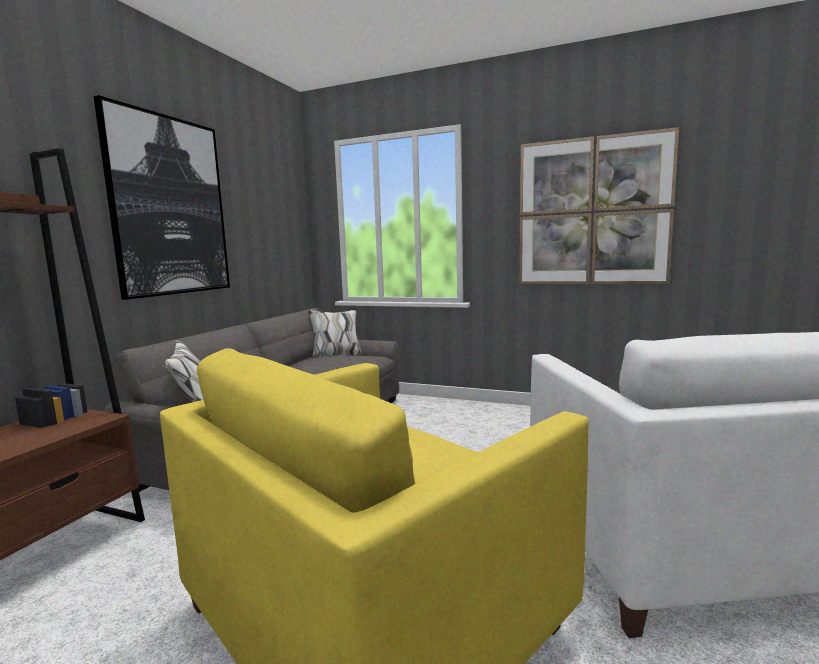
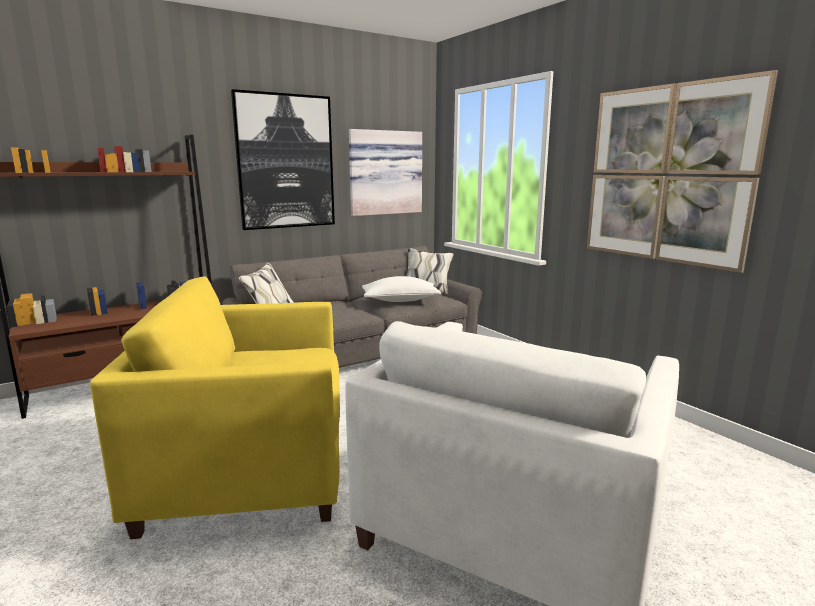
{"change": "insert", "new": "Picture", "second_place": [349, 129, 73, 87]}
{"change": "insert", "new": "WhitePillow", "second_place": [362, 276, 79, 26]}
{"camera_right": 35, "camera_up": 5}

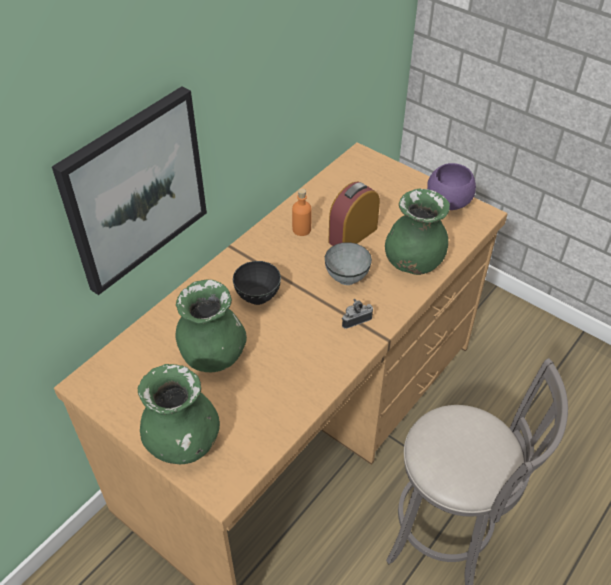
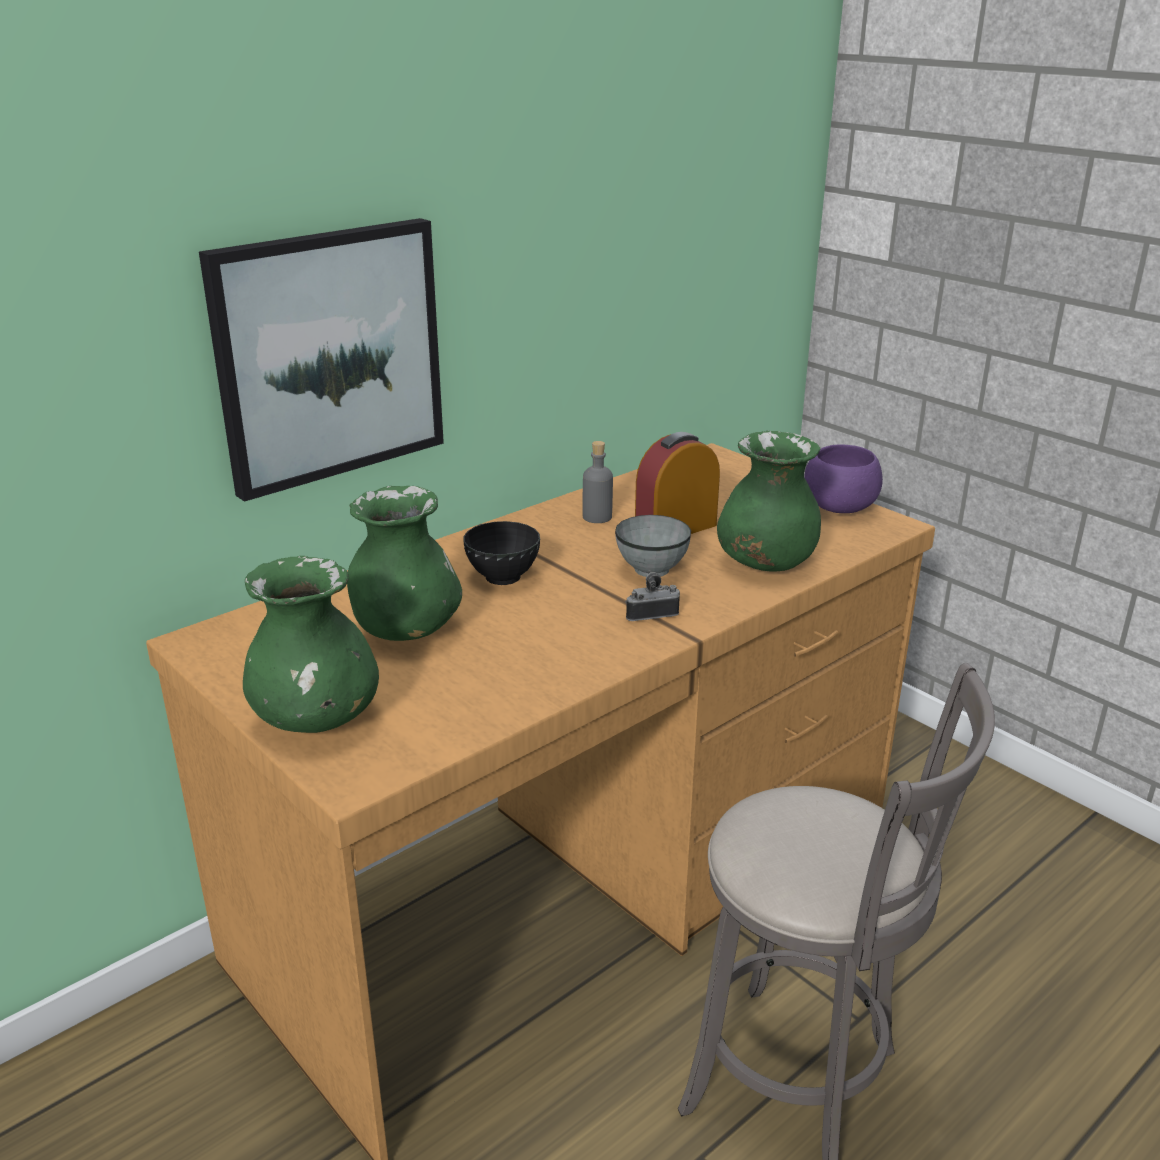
{"change": "recolor", "old": "OrangeBottle", "new": "GreyBottle", "first_place": [292, 188, 20, 48], "second_place": [582, 441, 31, 82]}
{"camera_right": 10, "camera_up": -20}

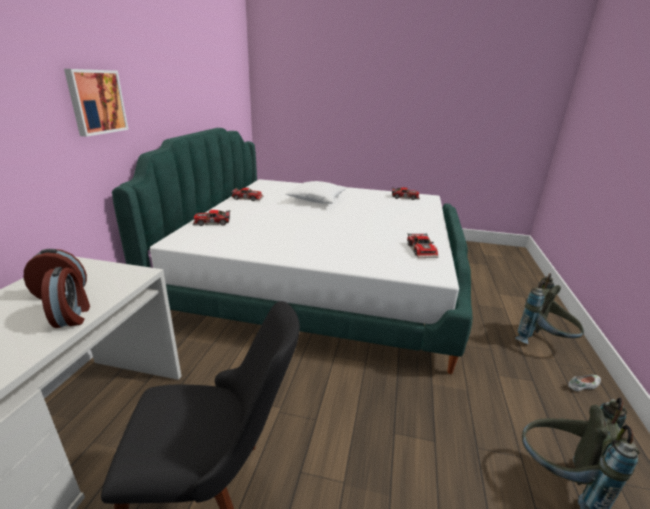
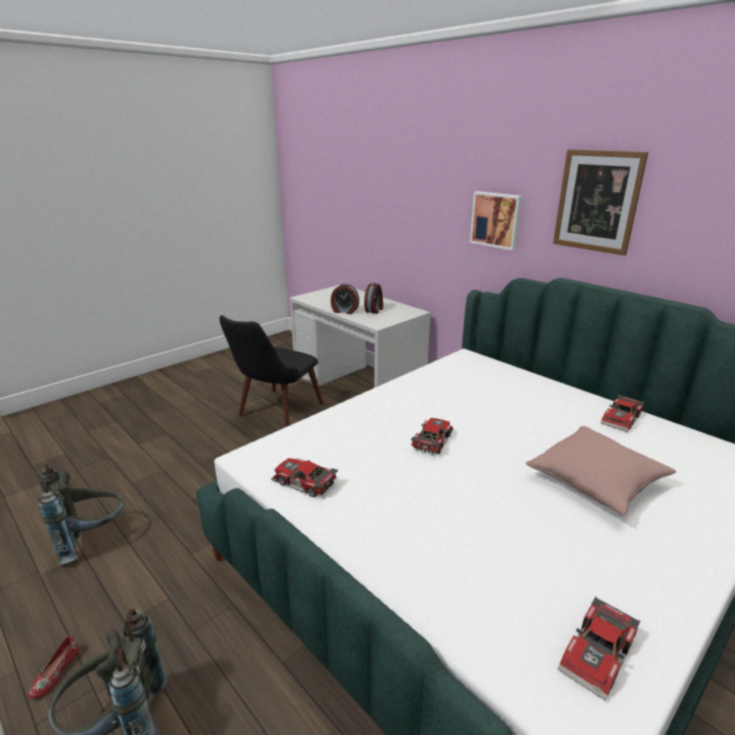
{"change": "move", "old": "ToyCar", "first_place": [193, 210, 37, 16], "second_place": [411, 418, 42, 36]}
{"change": "recolor", "old": "WhitePillow", "new": "PinkPillow", "first_place": [285, 181, 61, 23], "second_place": [526, 426, 150, 90]}
{"change": "recolor", "old": "WhiteShoe", "new": "RedShoe", "first_place": [568, 375, 33, 16], "second_place": [28, 636, 51, 63]}
{"change": "insert", "new": "Picture", "second_place": [553, 149, 95, 107]}
{"camera_right": 125, "camera_up": 0}

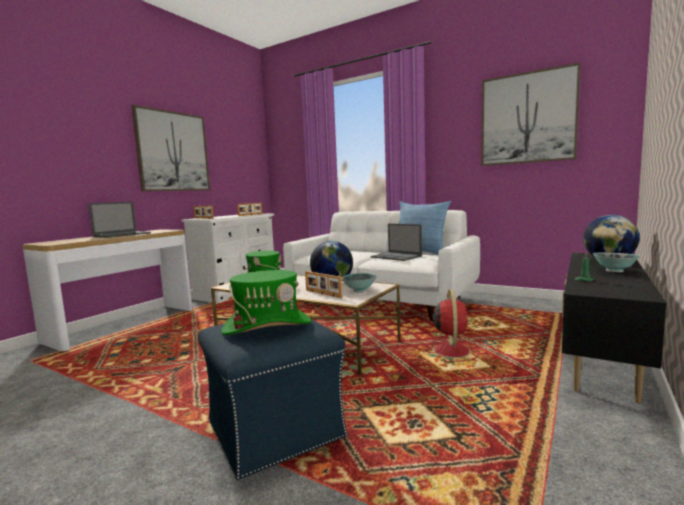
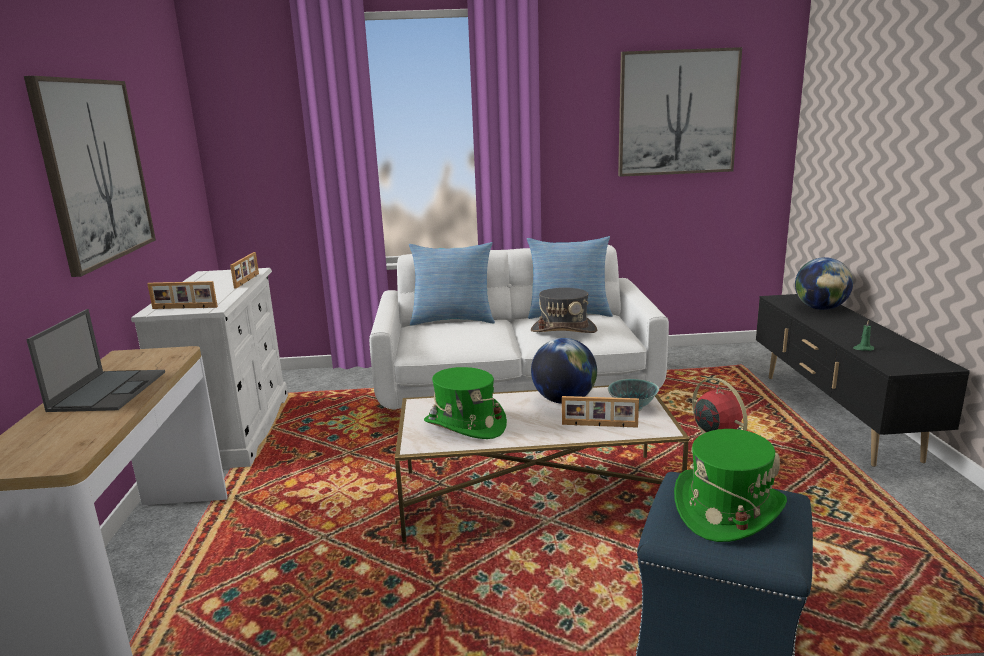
{"change": "replace", "old": "Laptop", "new": "GreyHat", "first_place": [371, 224, 51, 37], "second_place": [531, 288, 66, 45]}
{"change": "delete", "old": "Bowl", "first_place": [593, 253, 47, 19]}
{"change": "insert", "new": "Pillow", "second_place": [409, 242, 86, 83]}
{"camera_right": -35, "camera_up": 10}

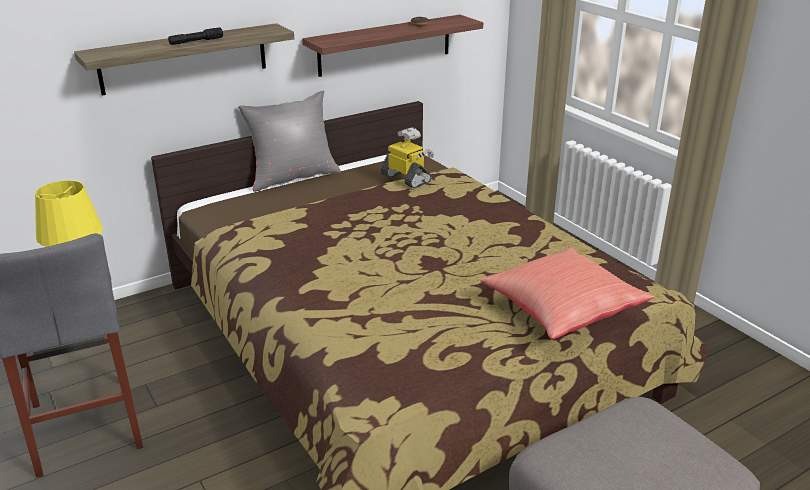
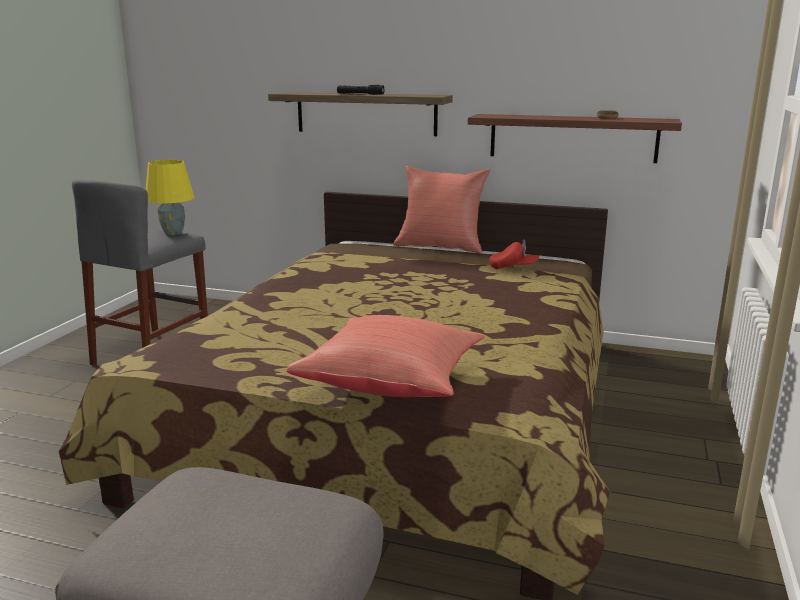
{"change": "recolor", "old": "GreyPillow", "new": "RedPillow", "first_place": [238, 91, 103, 101], "second_place": [393, 166, 97, 88]}
{"change": "replace", "old": "ToyRobot", "new": "RedCap", "first_place": [381, 128, 53, 60], "second_place": [489, 240, 50, 29]}
{"camera_right": 50, "camera_up": -10}

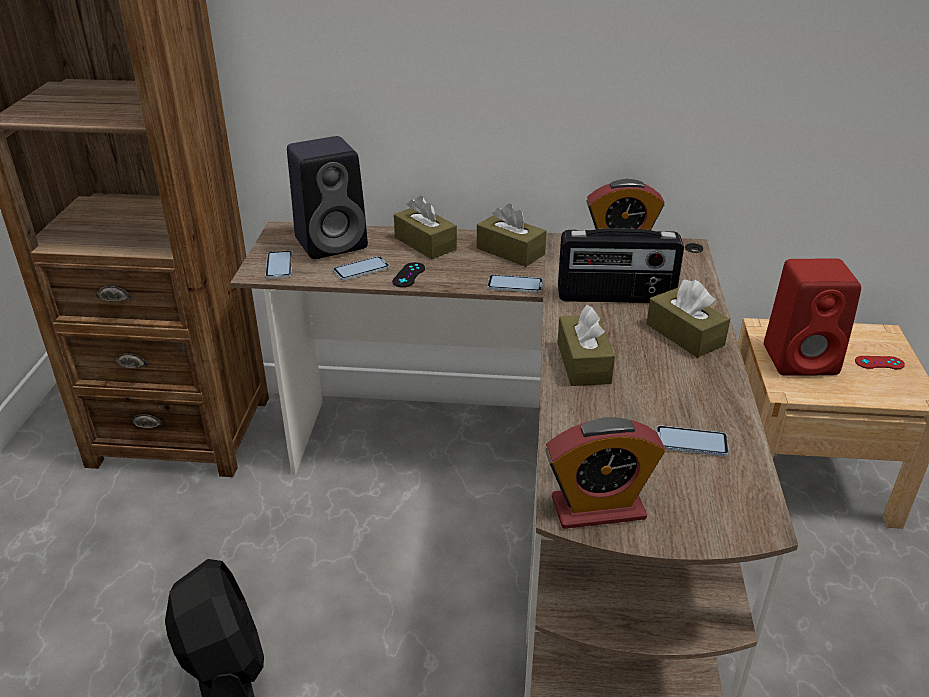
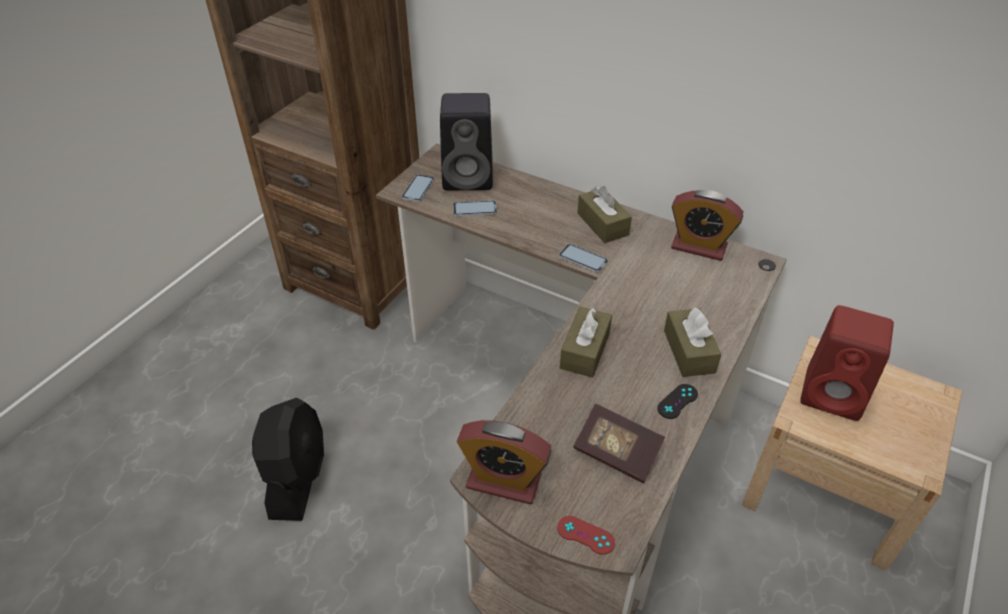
{"change": "move", "old": "BlackGameController", "first_place": [392, 262, 33, 25], "second_place": [657, 384, 41, 35]}
{"change": "delete", "old": "BrownTissueBox", "first_place": [394, 196, 63, 63]}
{"change": "delete", "old": "Radio", "first_place": [558, 228, 126, 75]}
{"change": "replace", "old": "Phone", "new": "Book", "first_place": [656, 425, 73, 31], "second_place": [573, 403, 92, 80]}
{"change": "move", "old": "RedGameController", "first_place": [855, 356, 50, 13], "second_place": [557, 516, 58, 39]}
{"camera_right": 25, "camera_up": 10}

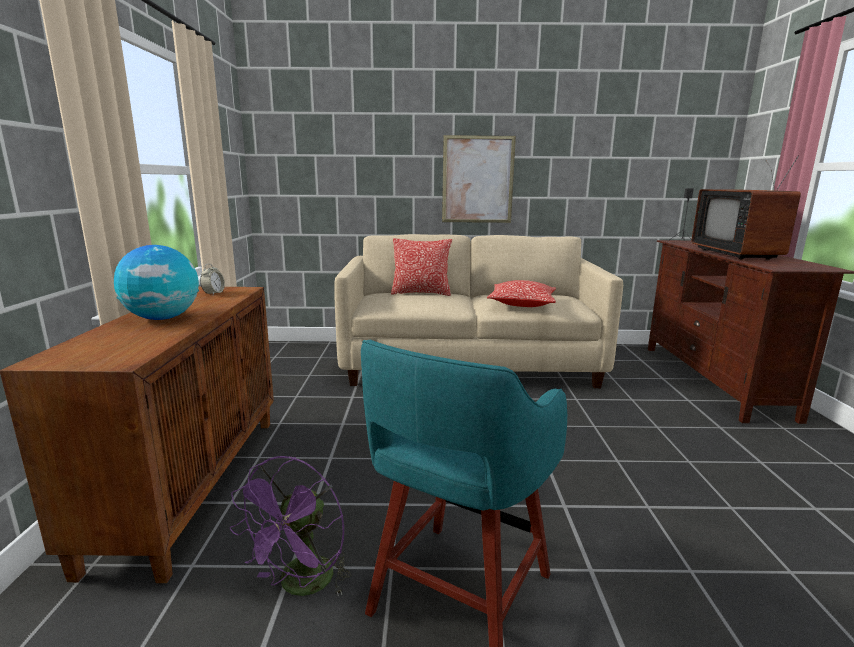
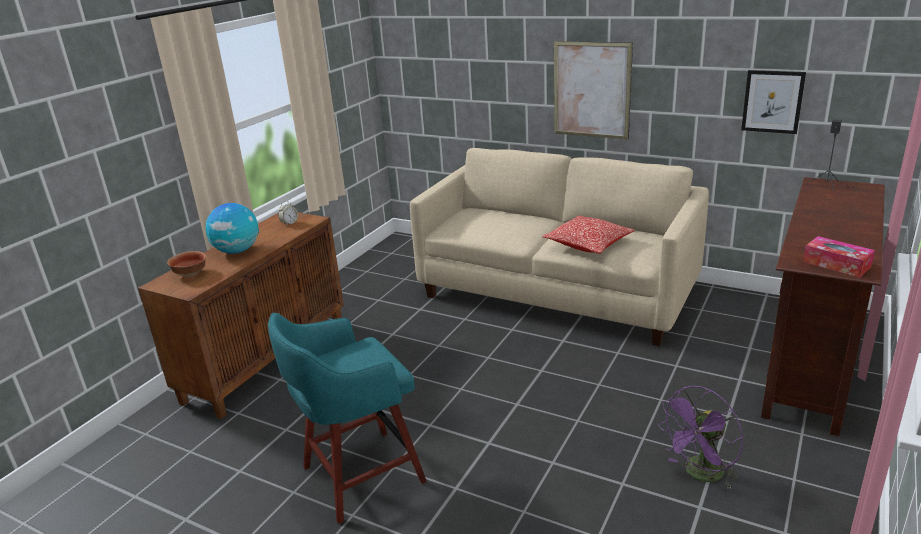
{"change": "move", "old": "PurpleFan", "first_place": [230, 456, 121, 141], "second_place": [658, 386, 85, 103]}
{"change": "delete", "old": "Pillow", "first_place": [391, 238, 61, 58]}
{"change": "delete", "old": "Television", "first_place": [691, 155, 110, 105]}
{"change": "insert", "new": "Bowl", "second_place": [167, 251, 39, 26]}
{"change": "insert", "new": "Picture", "second_place": [741, 70, 65, 64]}
{"change": "insert", "new": "TissueBox", "second_place": [803, 236, 72, 42]}
{"camera_right": 30, "camera_up": 10}

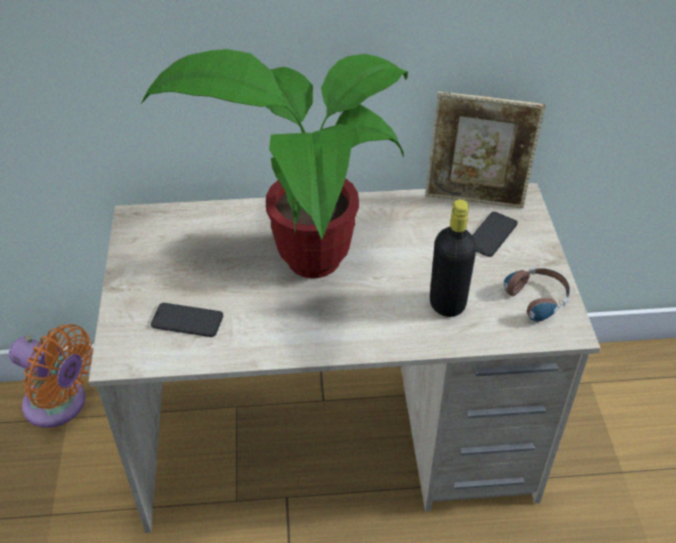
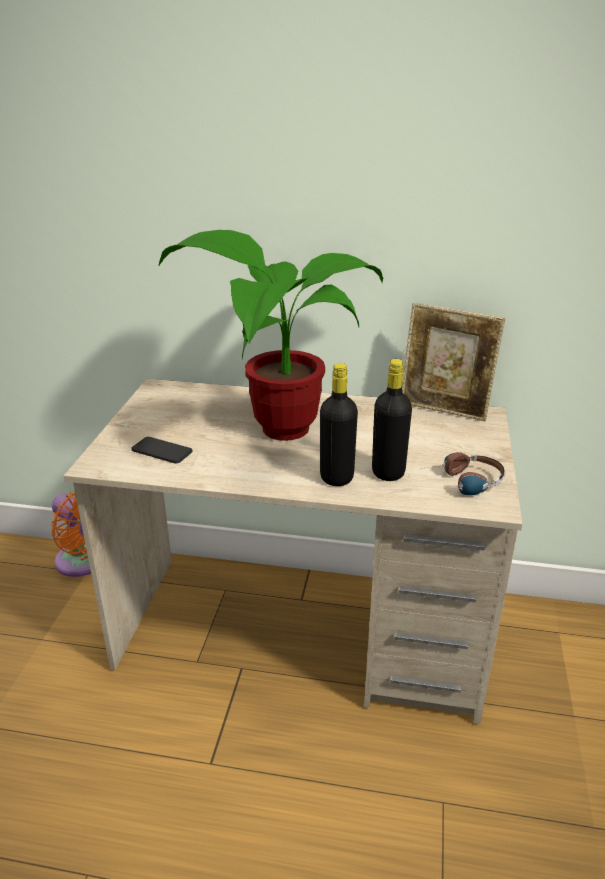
{"change": "delete", "old": "Phone", "first_place": [472, 212, 46, 45]}
{"change": "insert", "new": "BlackBottle", "second_place": [320, 363, 38, 123]}
{"camera_right": 15, "camera_up": -15}

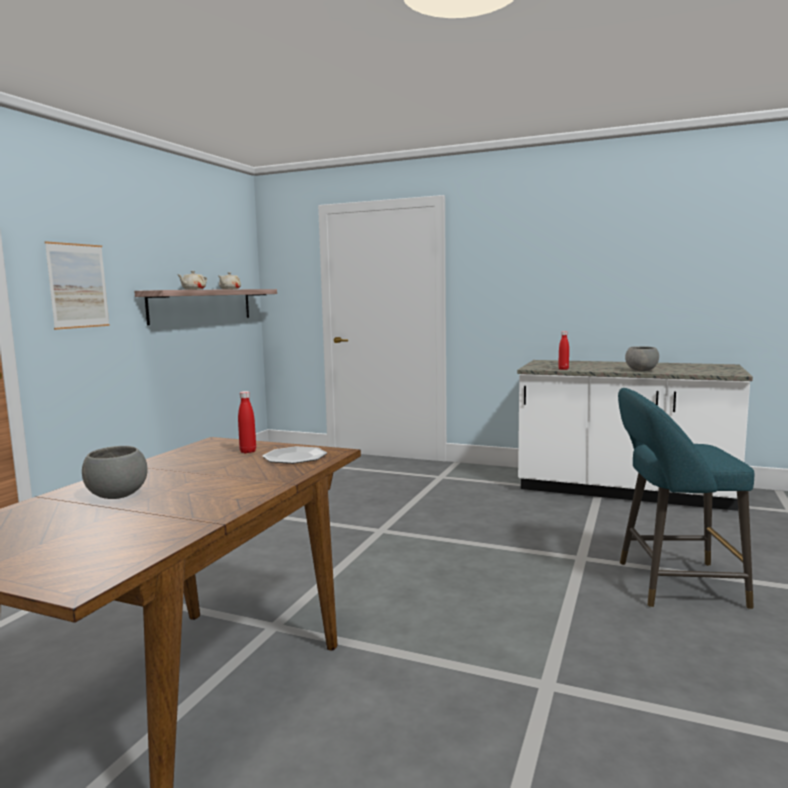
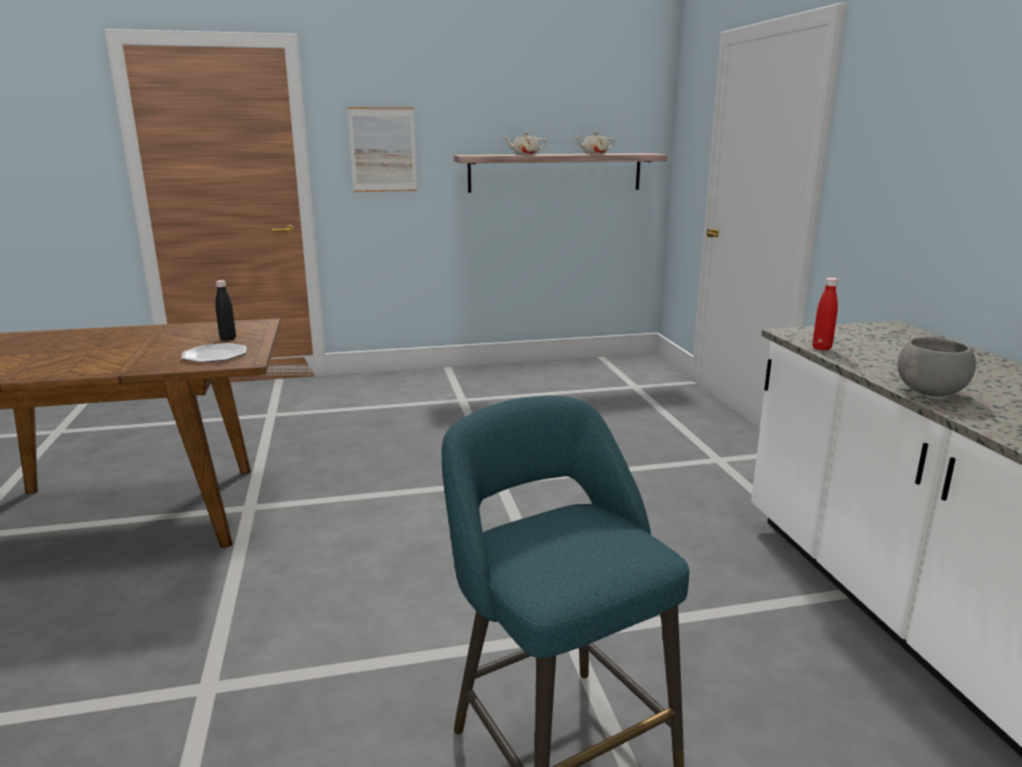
{"change": "delete", "old": "GreyBowl", "first_place": [82, 446, 66, 53]}
{"change": "recolor", "old": "RedBottle", "new": "BlackBottle", "first_place": [238, 391, 18, 62], "second_place": [215, 280, 21, 61]}
{"camera_right": 55, "camera_up": 10}

